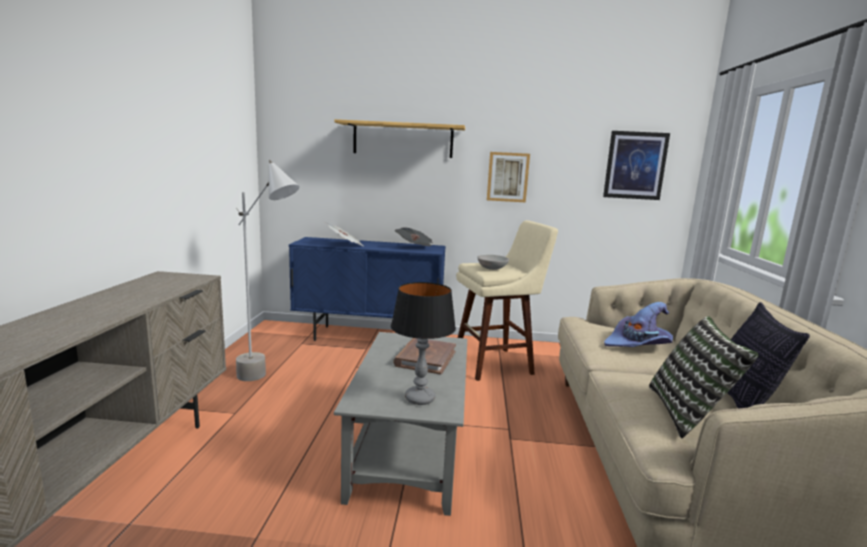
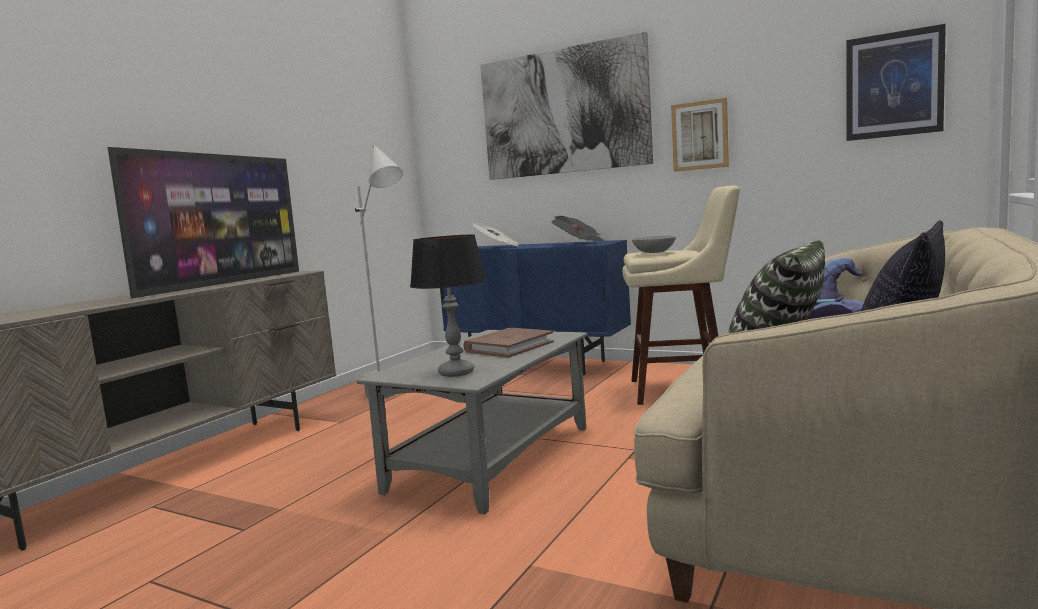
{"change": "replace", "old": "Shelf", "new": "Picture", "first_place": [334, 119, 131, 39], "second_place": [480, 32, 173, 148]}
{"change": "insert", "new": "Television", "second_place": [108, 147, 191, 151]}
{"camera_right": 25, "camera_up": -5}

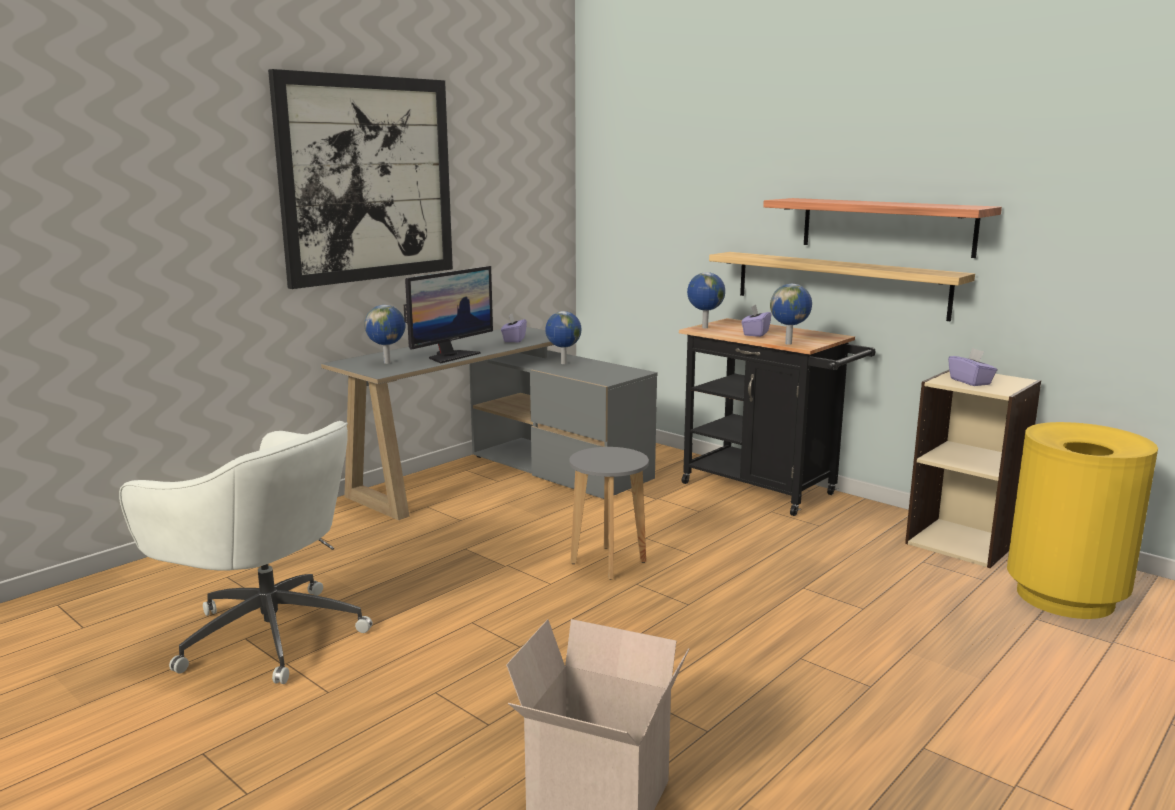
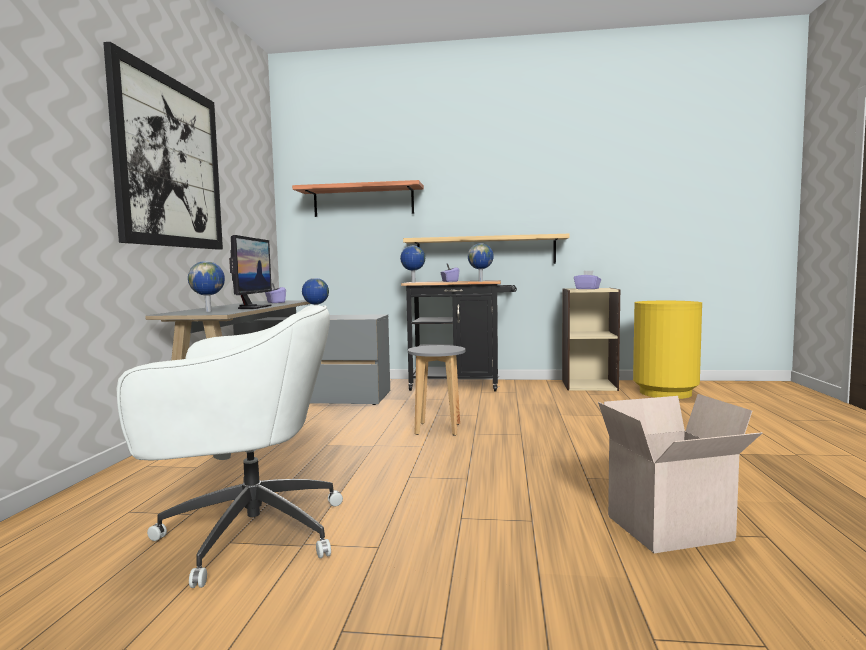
{"change": "move", "old": "Shelf", "first_place": [763, 198, 239, 60], "second_place": [292, 180, 132, 37]}
{"camera_right": -35, "camera_up": -10}

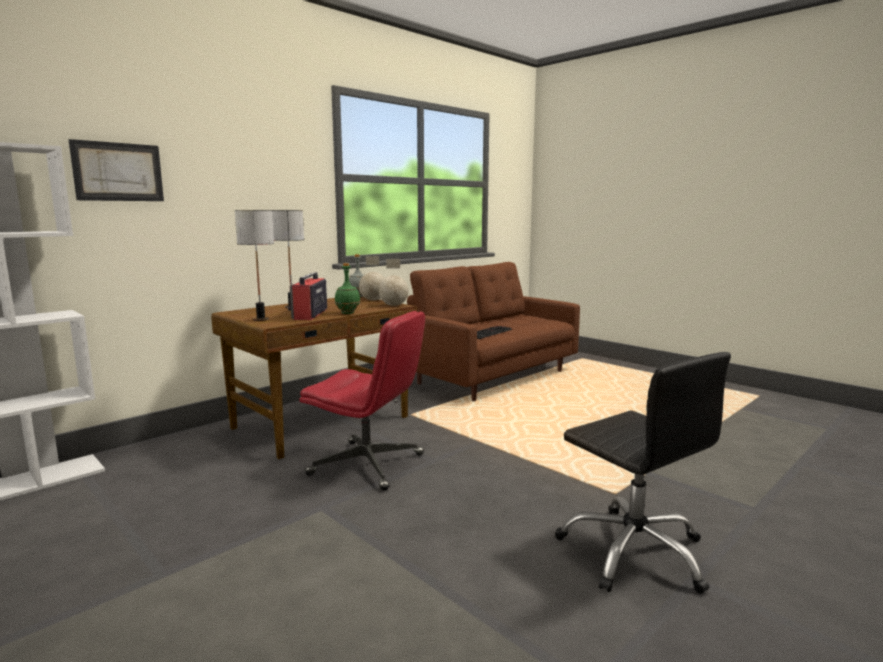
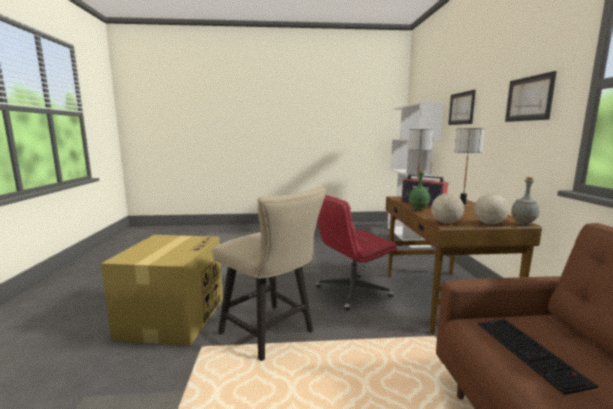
{"change": "replace", "old": "BlackOfficeChair", "new": "CardboardBox", "first_place": [555, 352, 176, 242], "second_place": [101, 235, 122, 111]}
{"change": "insert", "new": "BeigeChair", "second_place": [212, 187, 114, 174]}
{"change": "insert", "new": "Picture", "second_place": [505, 71, 52, 51]}
{"camera_right": 130, "camera_up": 0}

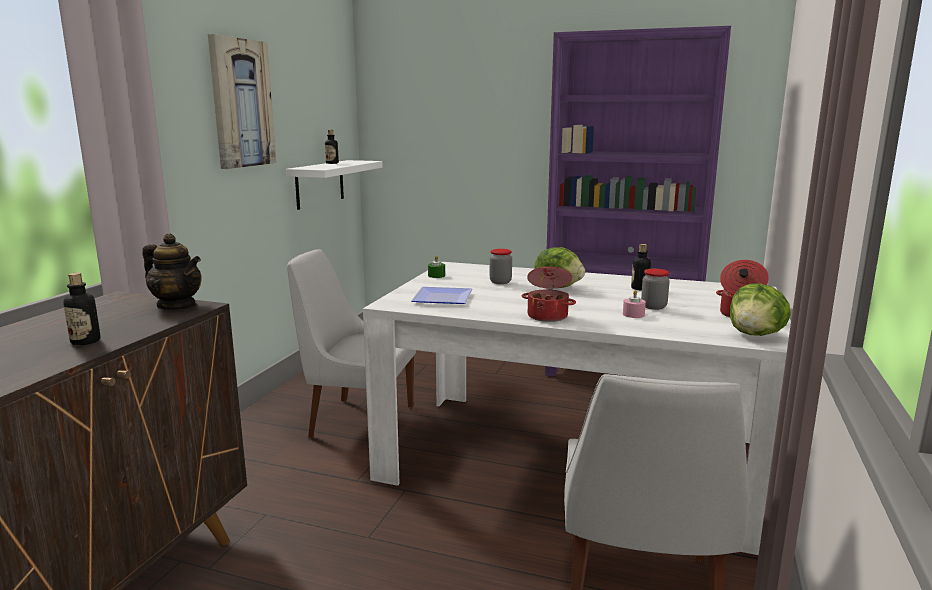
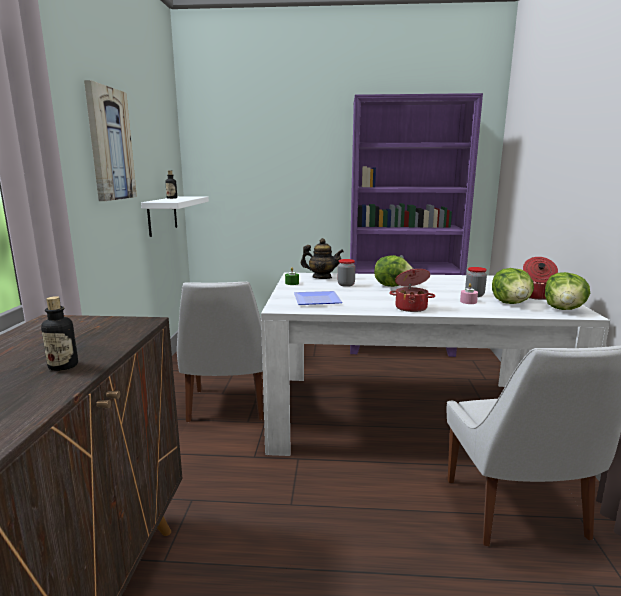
{"change": "move", "old": "Teapot", "first_place": [142, 233, 60, 77], "second_place": [301, 238, 43, 41]}
{"change": "rotate", "old": "WhiteChair", "first_place": [287, 249, 129, 189], "second_place": [177, 282, 86, 140], "degrees": -90}
{"change": "delete", "old": "Bottle", "first_place": [631, 244, 20, 46]}
{"change": "insert", "new": "Lettuce", "second_place": [492, 268, 42, 36]}
{"camera_right": -15, "camera_up": 0}

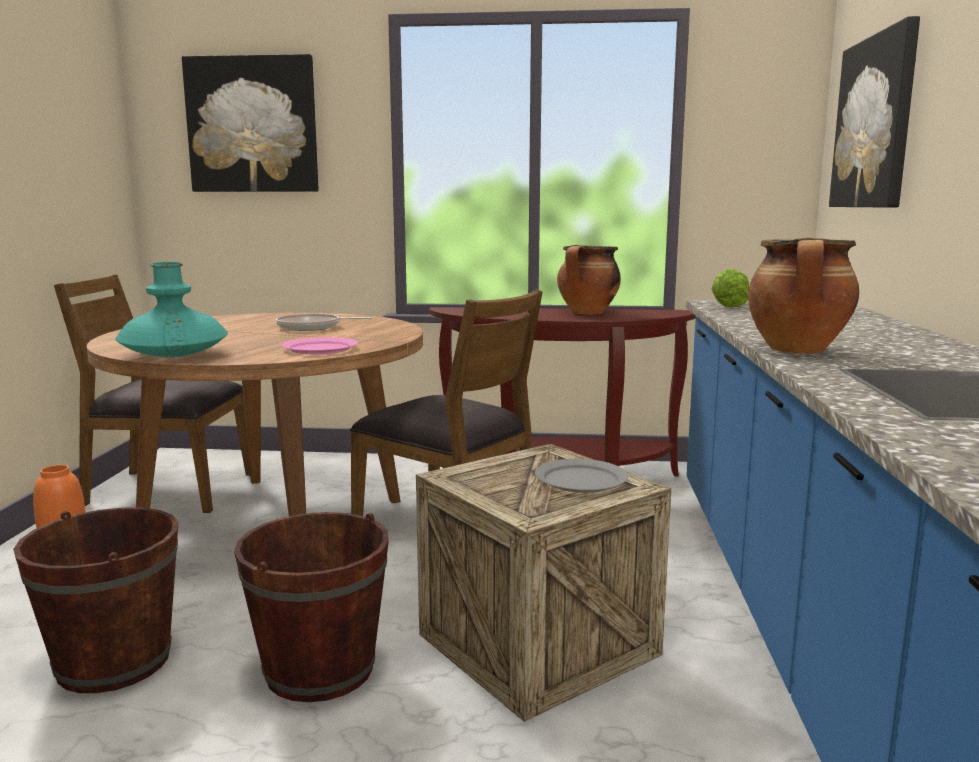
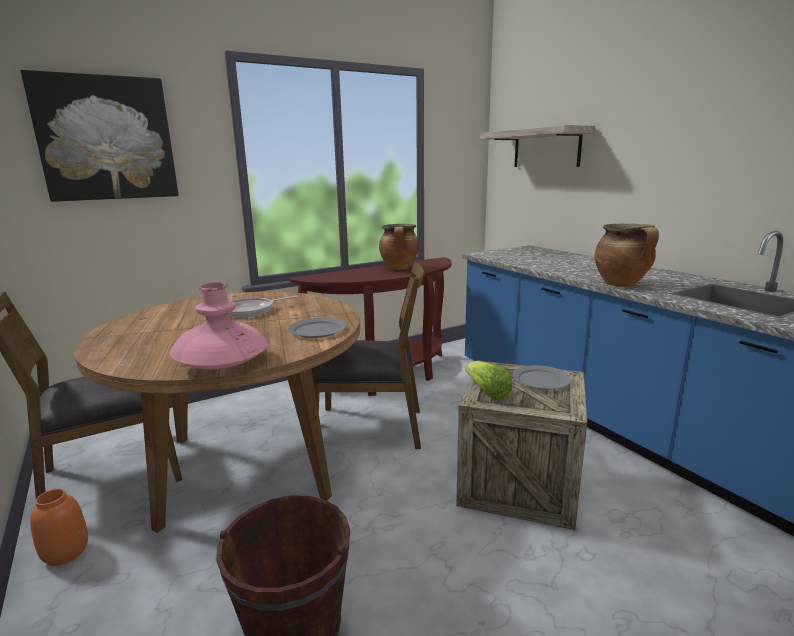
{"change": "recolor", "old": "TurquoiseVase", "new": "PinkVase", "first_place": [115, 262, 113, 95], "second_place": [170, 282, 98, 87]}
{"change": "delete", "old": "BrownBucket", "first_place": [234, 512, 155, 190]}
{"change": "recolor", "old": "PinkPlate", "new": "GreyPlate", "first_place": [281, 337, 77, 17], "second_place": [288, 317, 59, 21]}
{"change": "move", "old": "Lettuce", "first_place": [711, 269, 38, 38], "second_place": [466, 361, 46, 39]}
{"change": "replace", "old": "Picture", "new": "Shelf", "first_place": [829, 16, 91, 192], "second_place": [481, 125, 114, 42]}
{"camera_right": -35, "camera_up": 5}

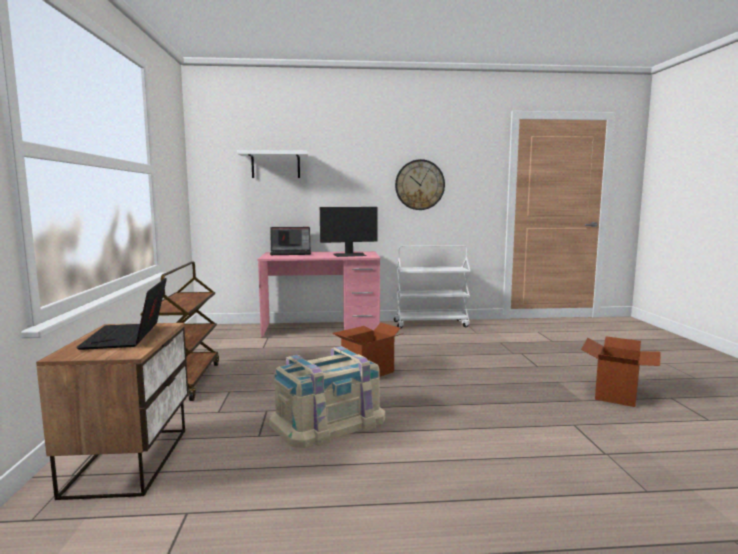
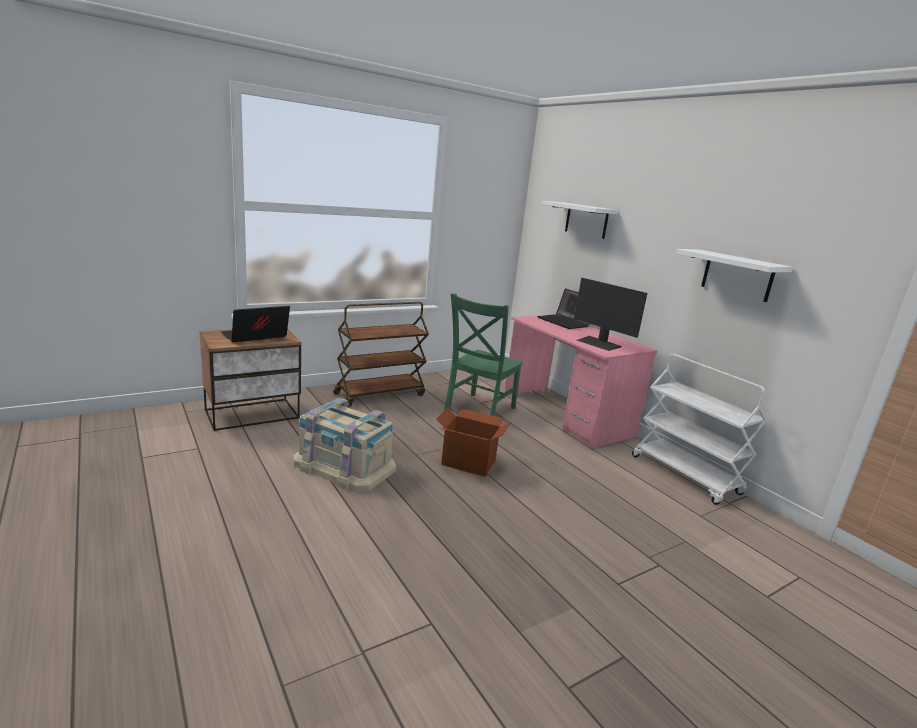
{"change": "replace", "old": "WallClock", "new": "WhiteShelf", "first_place": [395, 159, 50, 51], "second_place": [676, 249, 116, 53]}
{"change": "delete", "old": "CardboardBox", "first_place": [581, 336, 79, 71]}
{"change": "insert", "new": "GreenChair", "second_place": [444, 293, 79, 123]}
{"camera_right": 60, "camera_up": 10}

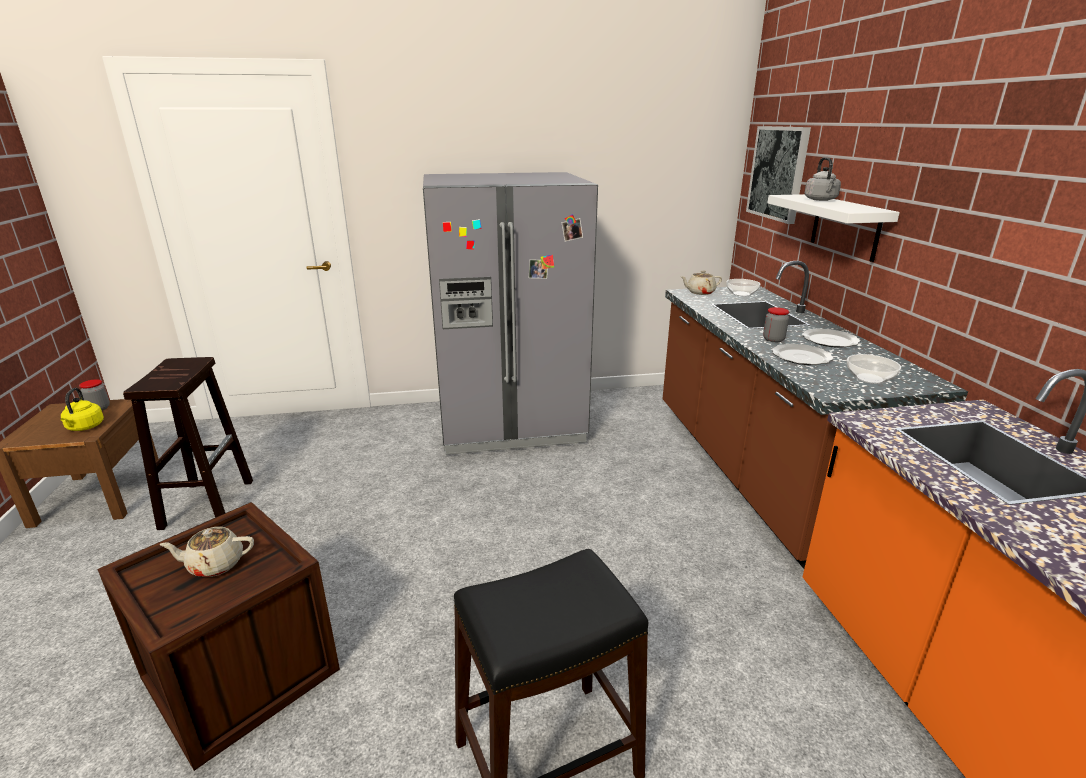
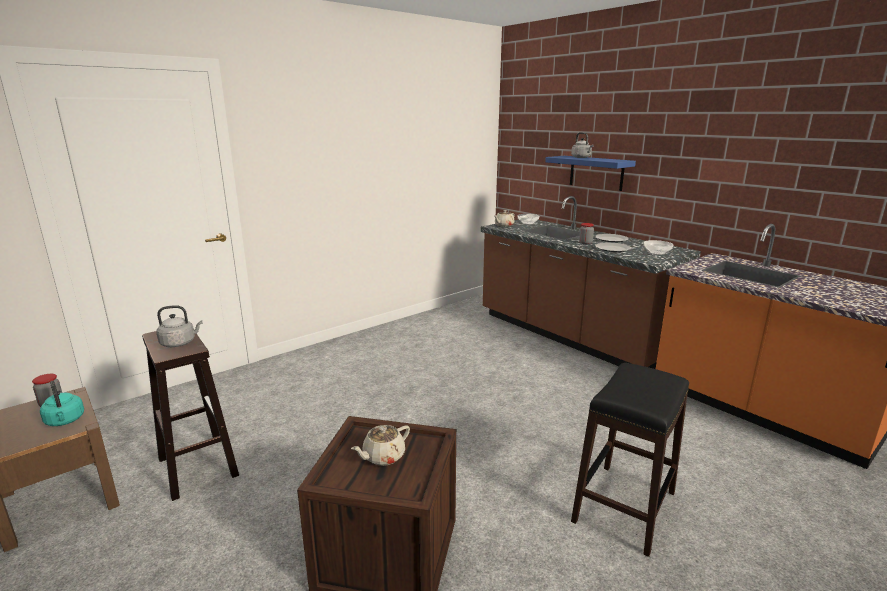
{"change": "recolor", "old": "YellowKettle", "new": "TurquoiseKettle", "first_place": [61, 388, 43, 43], "second_place": [40, 381, 44, 45]}
{"change": "delete", "old": "GreyFridge", "first_place": [423, 172, 175, 283]}
{"change": "delete", "old": "Picture", "first_place": [746, 126, 65, 98]}
{"change": "recolor", "old": "WhiteShelf", "new": "BlueShelf", "first_place": [768, 194, 132, 68], "second_place": [545, 156, 91, 35]}
{"change": "insert", "new": "GreyKettle", "second_place": [156, 305, 47, 42]}
{"camera_right": -30, "camera_up": -5}

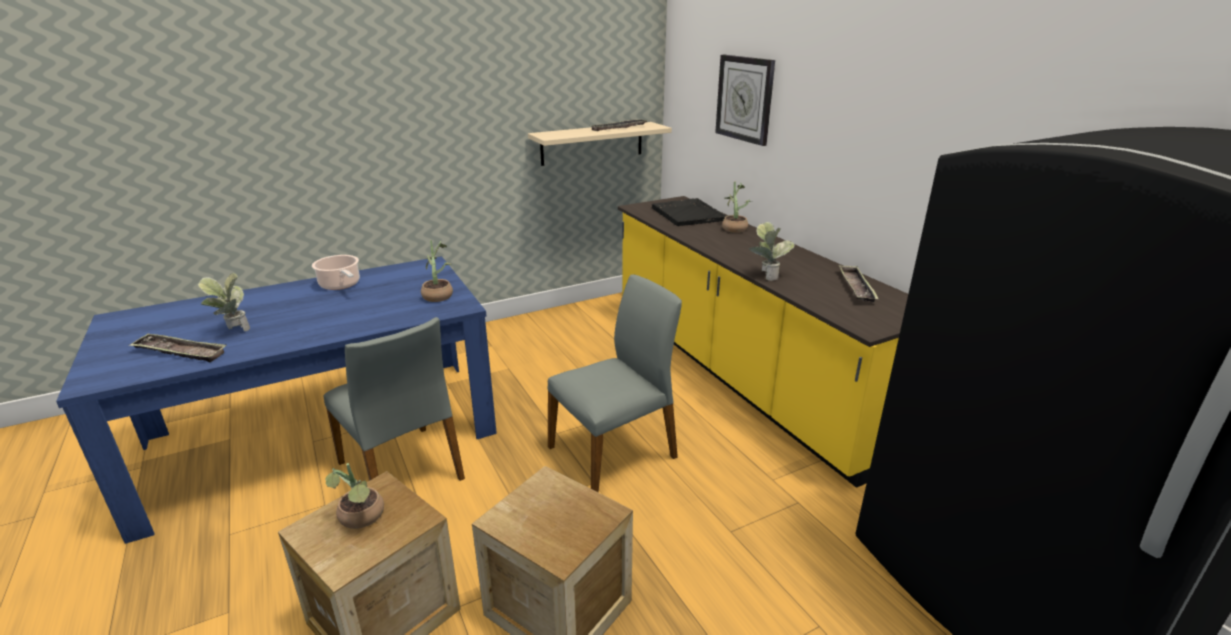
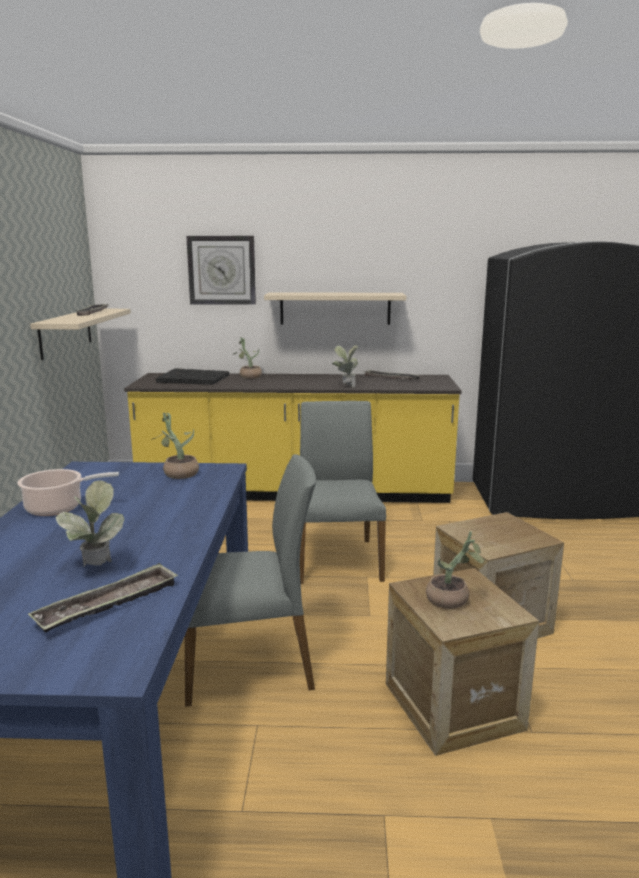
{"change": "insert", "new": "BeigeShelf", "second_place": [264, 292, 142, 33]}
{"camera_right": -60, "camera_up": -10}

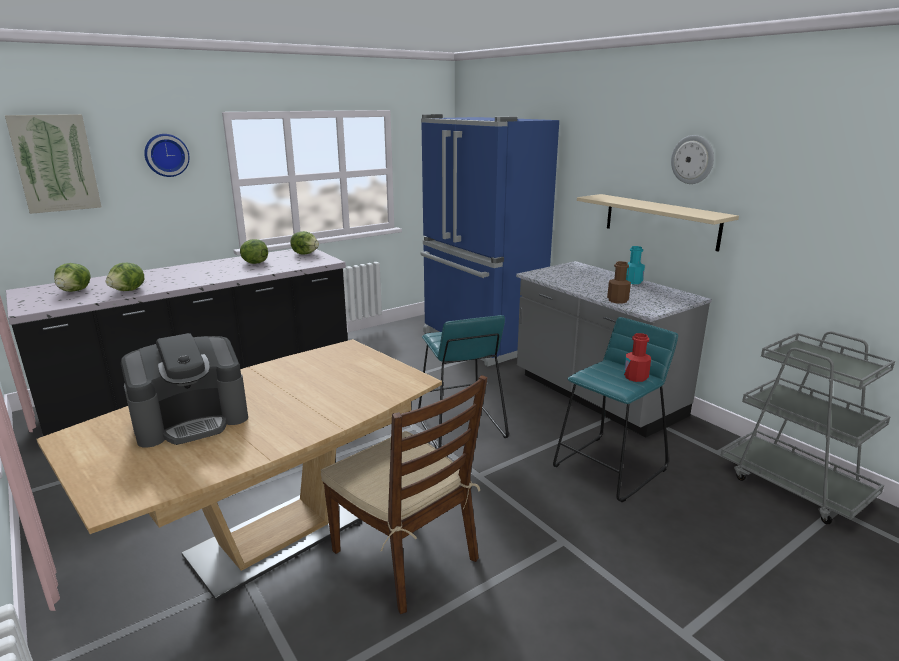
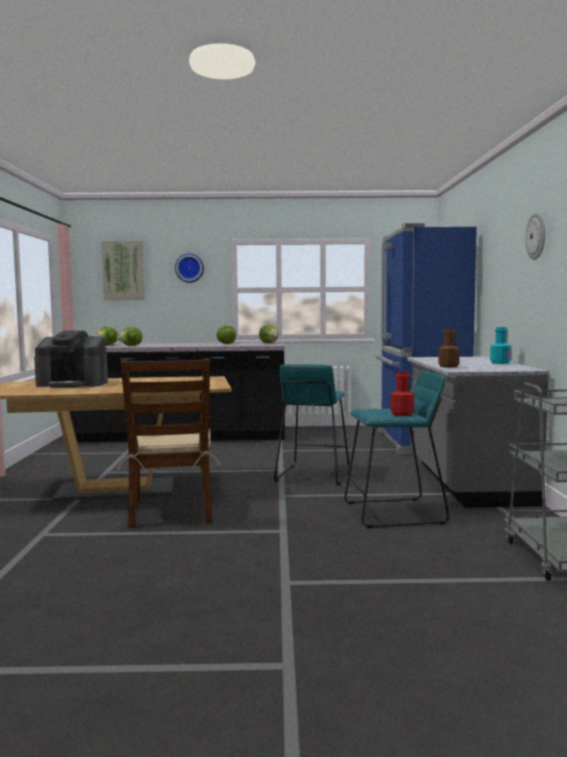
{"change": "delete", "old": "BeigeShelf", "first_place": [577, 194, 162, 58]}
{"camera_right": 35, "camera_up": -15}

